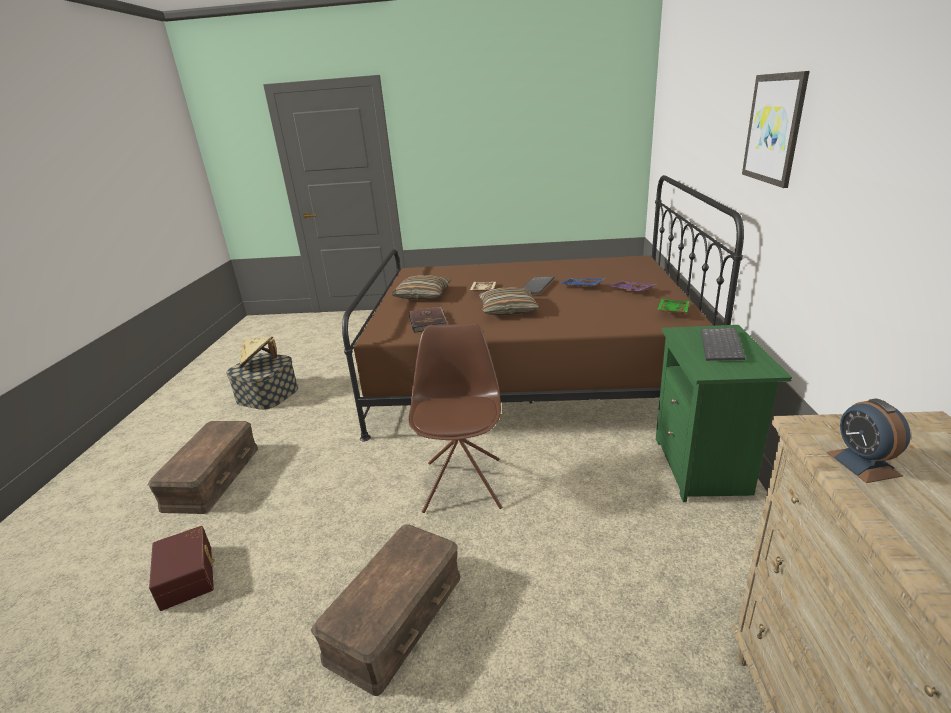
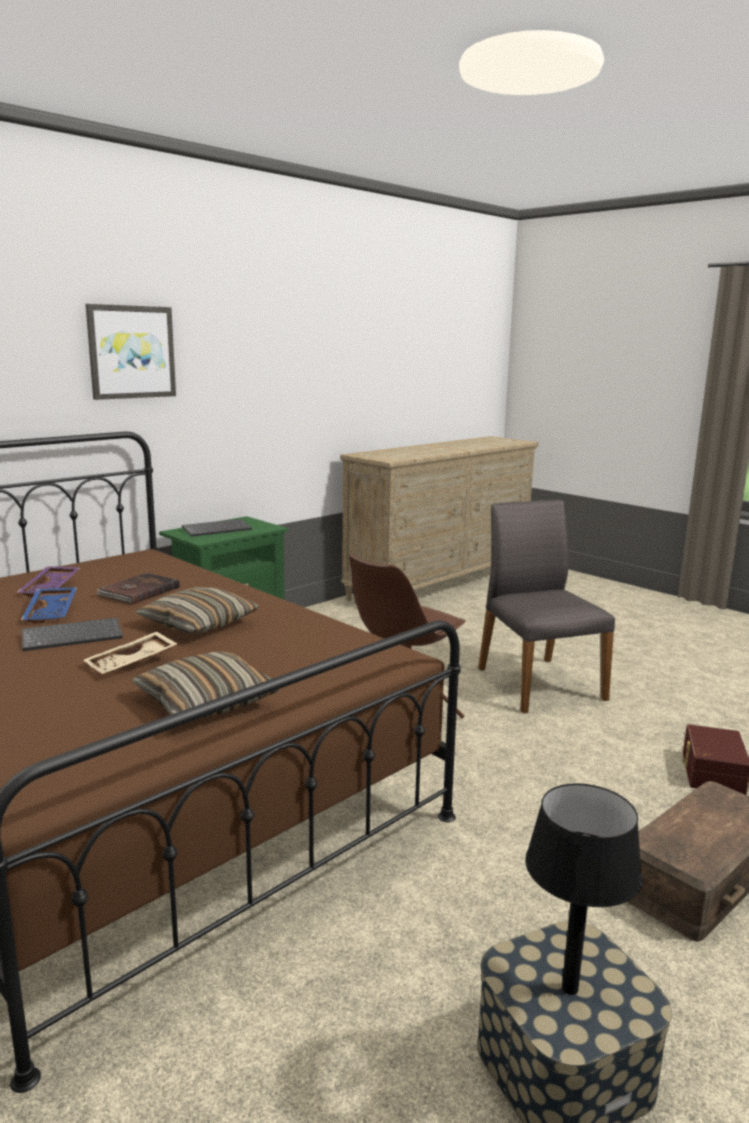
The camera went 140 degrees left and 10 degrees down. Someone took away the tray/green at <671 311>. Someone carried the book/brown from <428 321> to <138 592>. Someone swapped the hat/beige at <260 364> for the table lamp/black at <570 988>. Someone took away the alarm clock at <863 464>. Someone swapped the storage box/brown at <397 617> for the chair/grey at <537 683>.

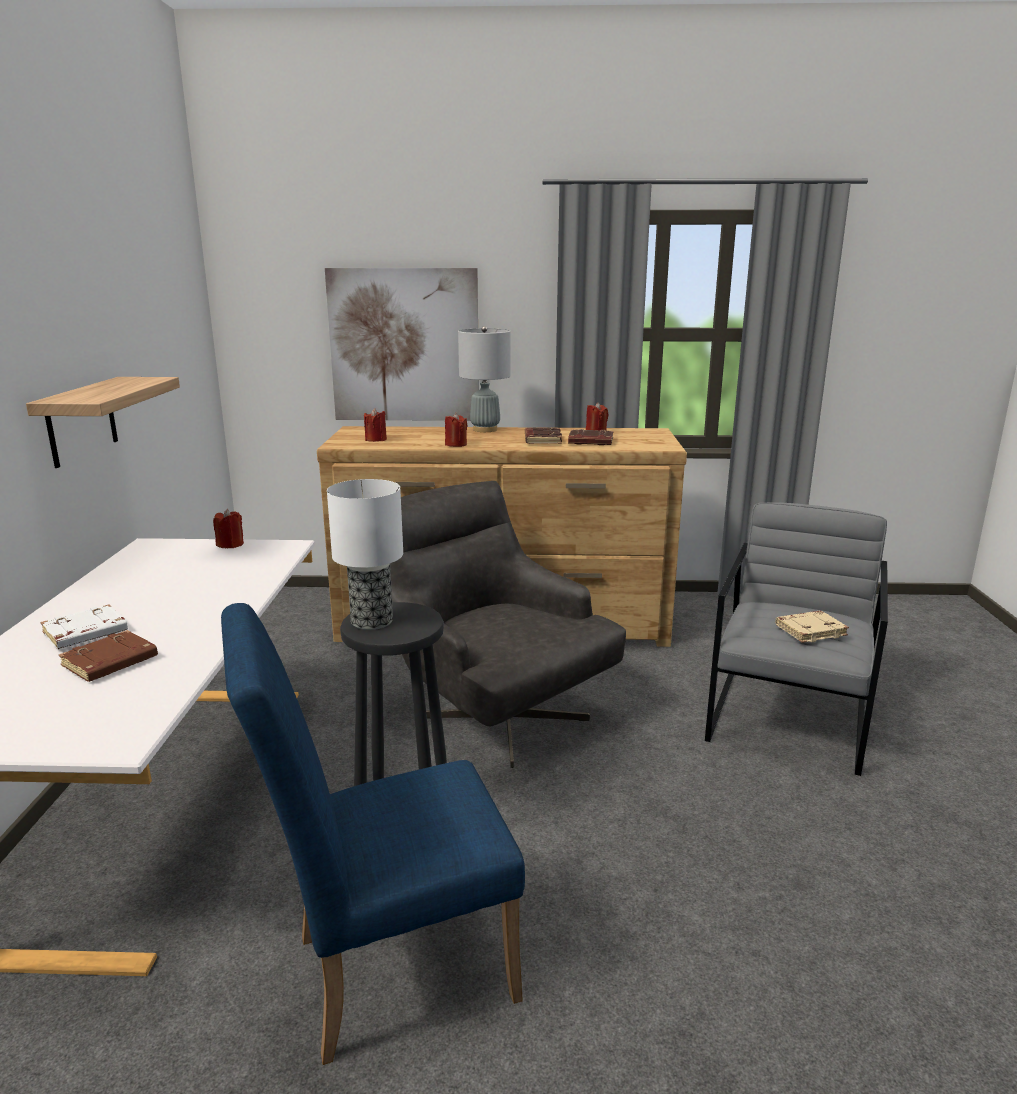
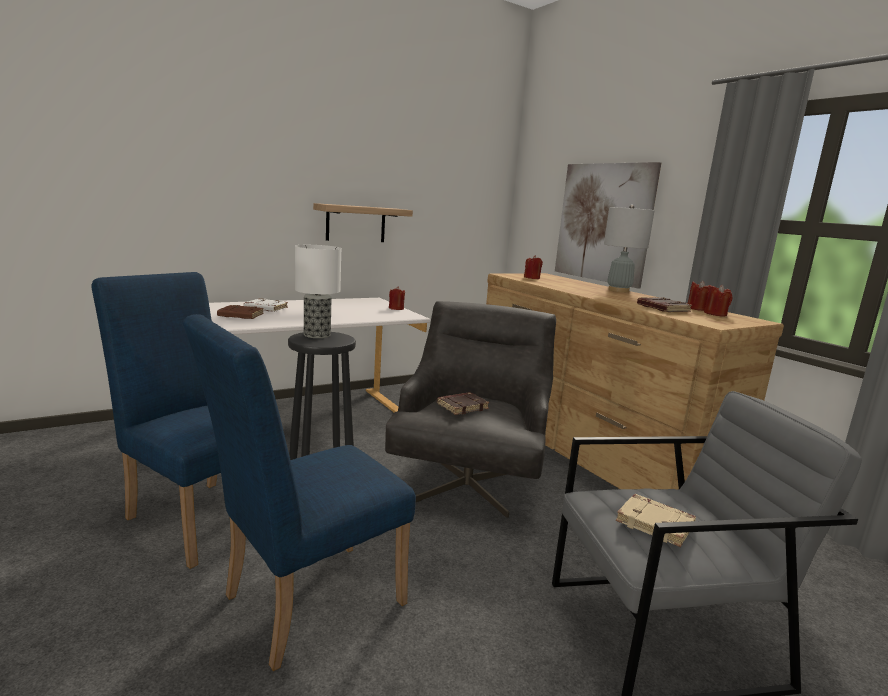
The camera went 55 degrees right and 5 degrees down. Someone carried the candle/red from <456 444> to <715 314>. Someone carried the book/brown from <542 440> to <462 406>. Someone put down the chair/blue at <302 604>.

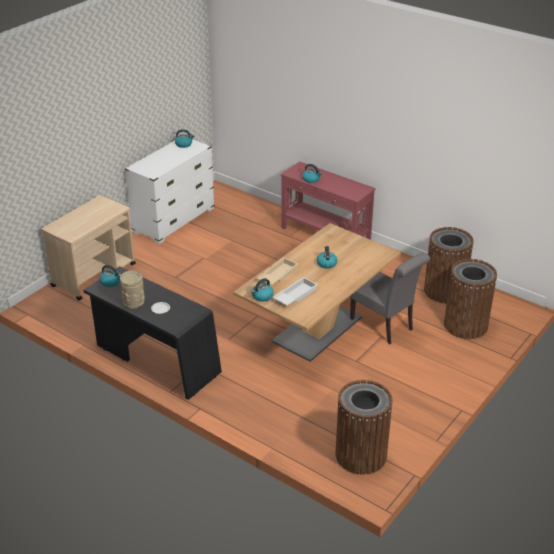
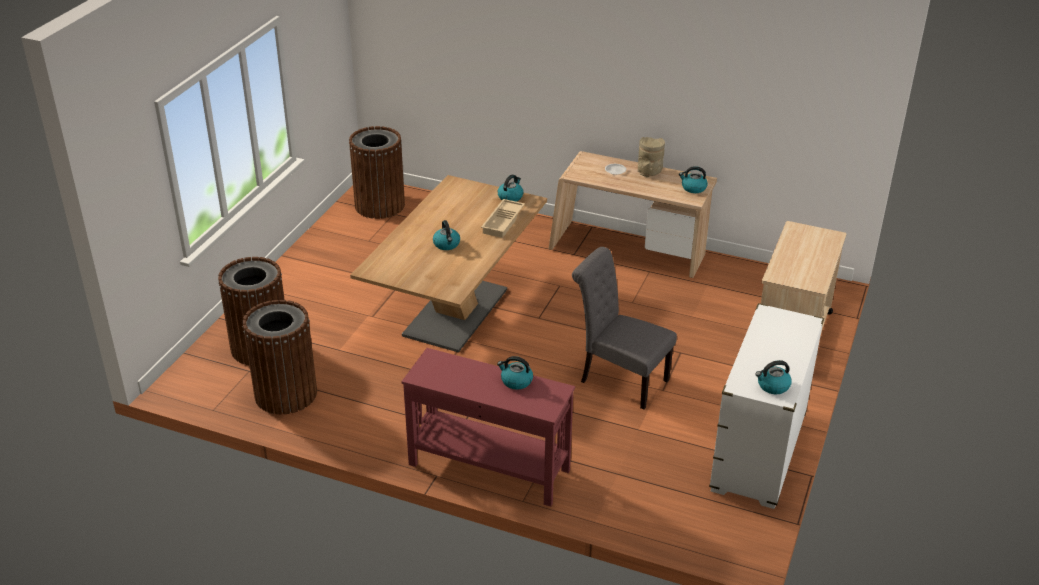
The camera went 165 degrees right and 0 degrees up. Someone carried the chair/grey from <384 326> to <619 379>. Someone repainted the desk/black at <155 360>, which became the desk/beige at <628 251>. Someone took away the tray/white at <295 295>.

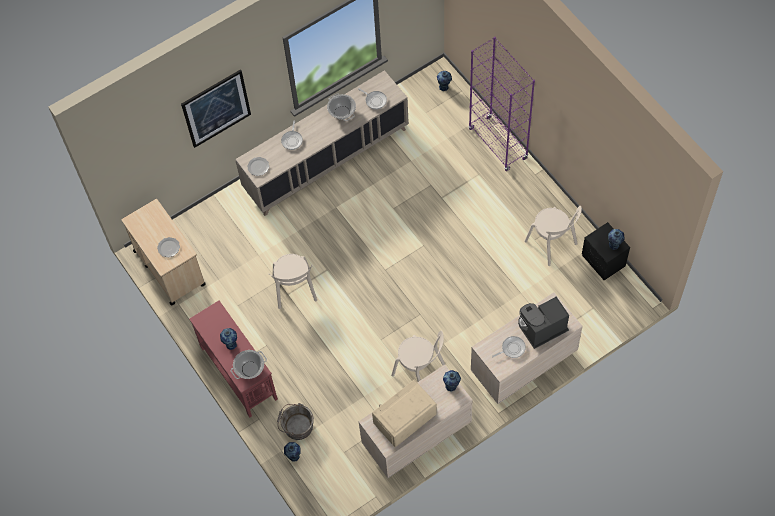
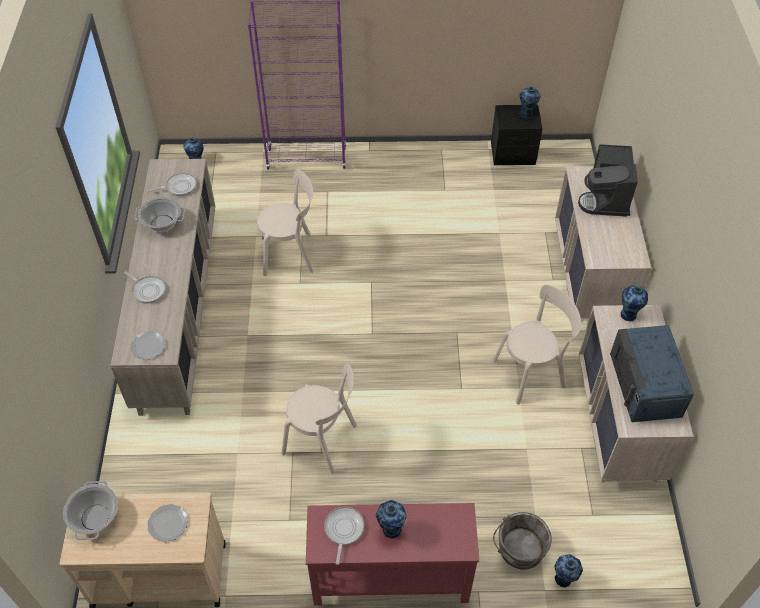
The camera went 60 degrees left and 10 degrees down. Someone took away the picture at <216 108>. Someone carried the chair/beige from <552 244> to <290 254>. Someone carried the frying pan from <512 348> to <343 530>. Someone carried the cooking pot from <250 369> to <96 518>. Someone repainted the microwave/beige at <404 418>, which became the microwave/blue at <646 385>.

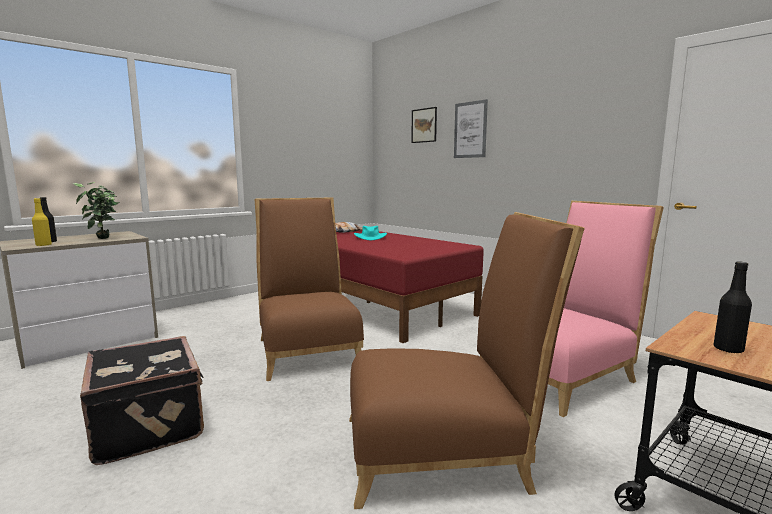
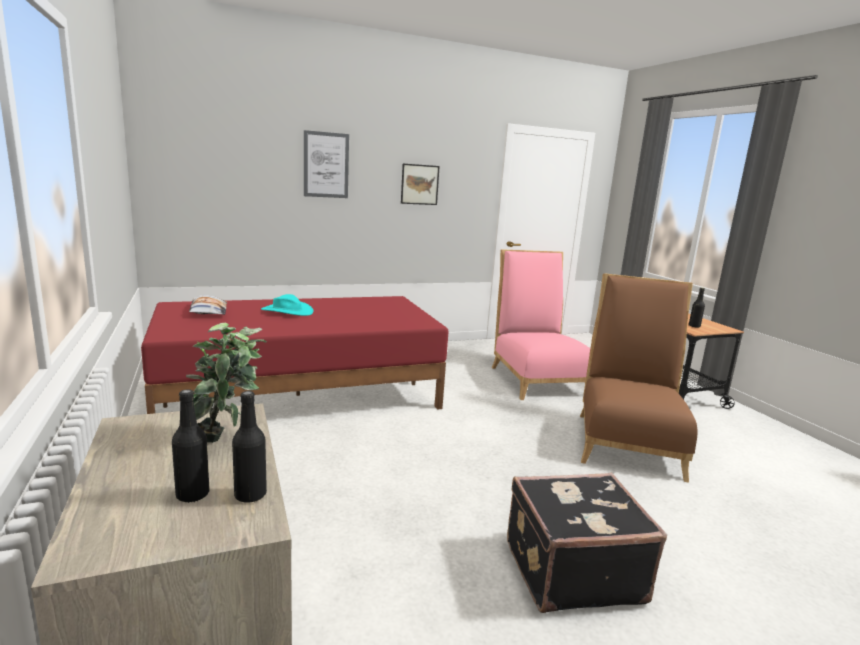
The camera went 70 degrees left and 5 degrees up. Someone carried the picture from <424 125> to <419 184>. Someone took away the chair/brown at <307 349>. Someone repainted the bottle/yellow at <43 245>, which became the bottle/black at <250 495>.

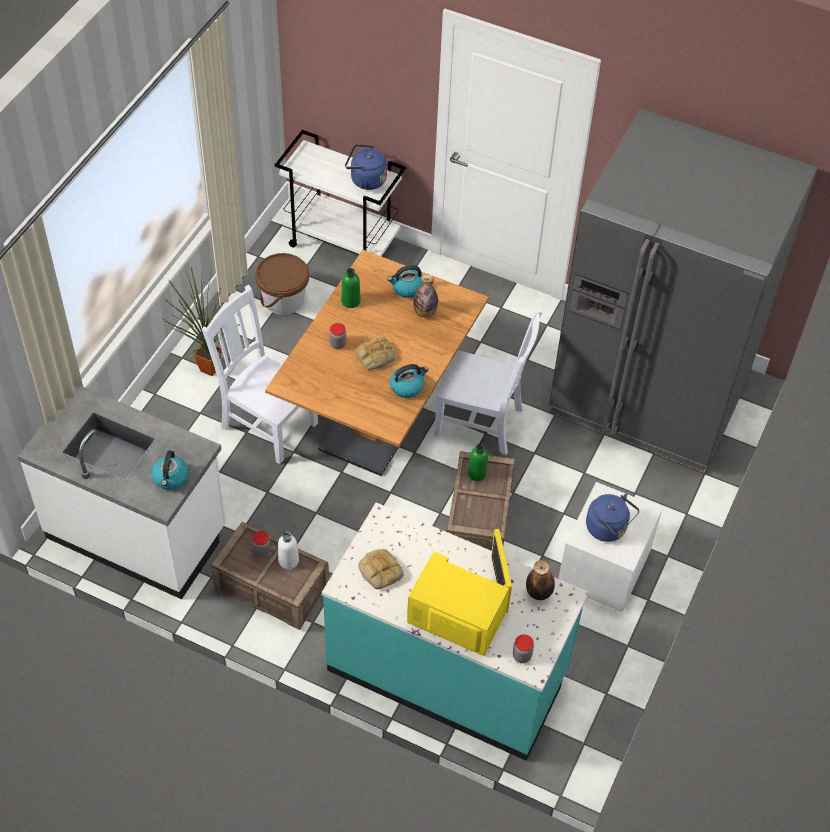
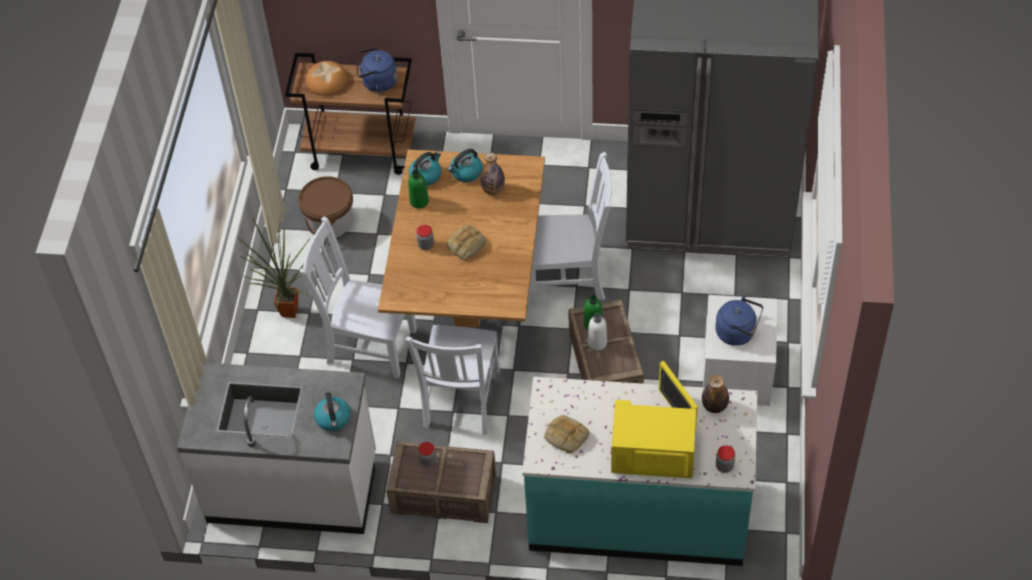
The camera went 15 degrees left and 0 degrees up. Someone repainted the cart/white at <342 243>, which became the cart/brown at <362 150>. Someone carried the kettle from <407 386> to <426 175>. Someone carried the bottle/white from <288 561> to <597 342>. Someone put down the bread at <327 81>. Someone put down the chair/white at <461 401>.

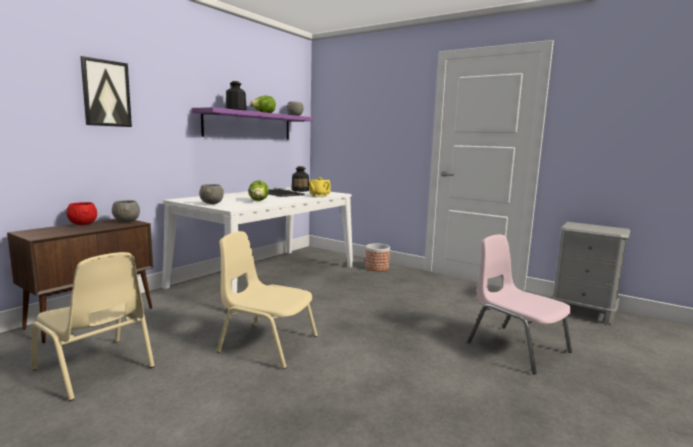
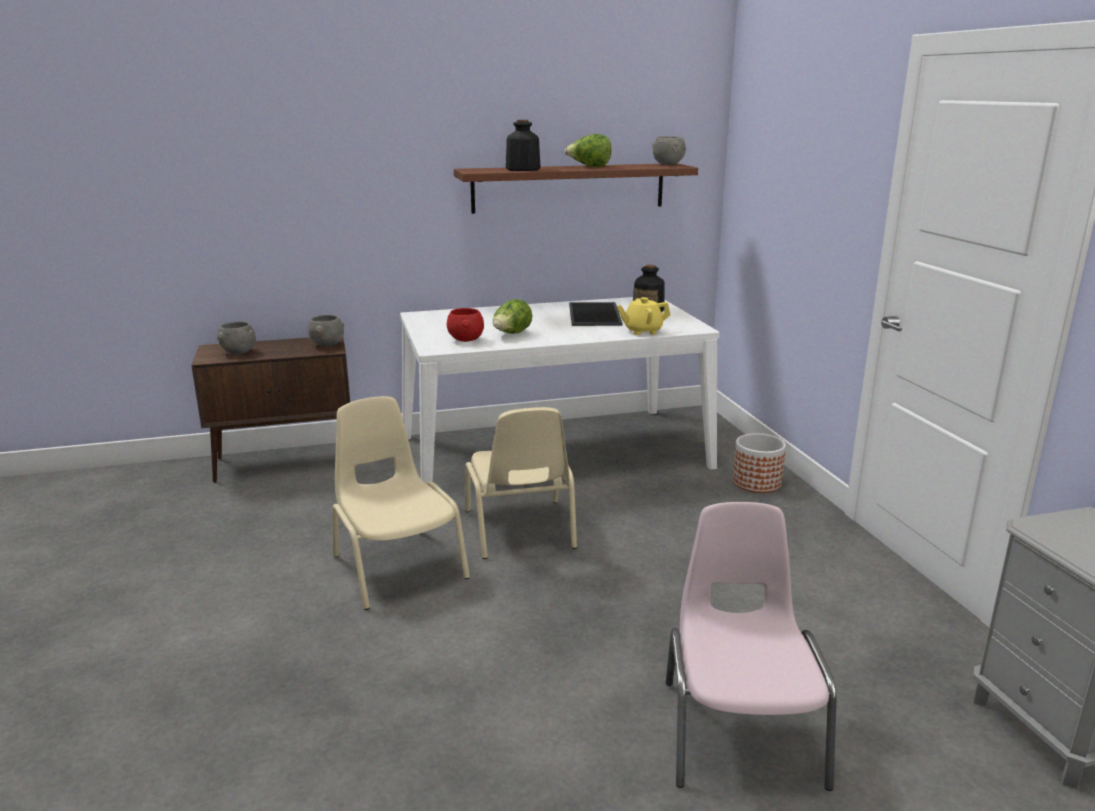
The camera went 40 degrees right and 10 degrees up. Someone took away the picture at <106 93>. Someone repainted the shelf/purple at <249 125>, which became the shelf/brown at <569 188>. Someone carried the bowl/grey from <211 204> to <238 353>. Someone carried the bowl/red from <83 224> to <465 340>. Someone carried the chair/beige from <96 368> to <520 530>.

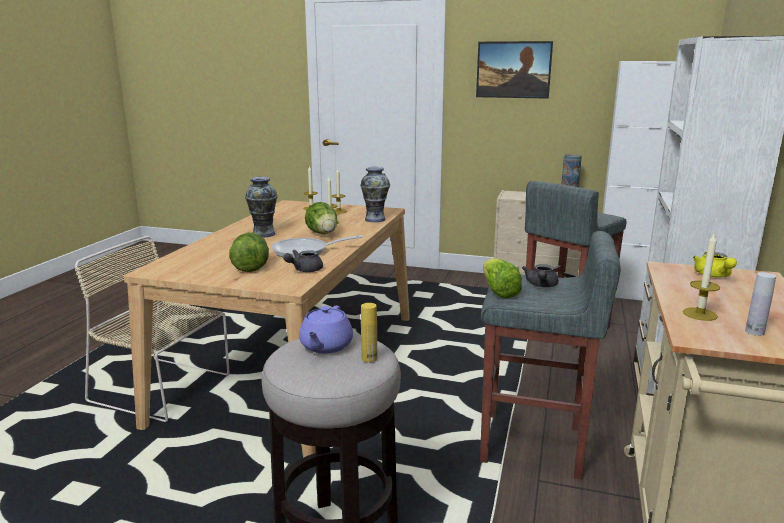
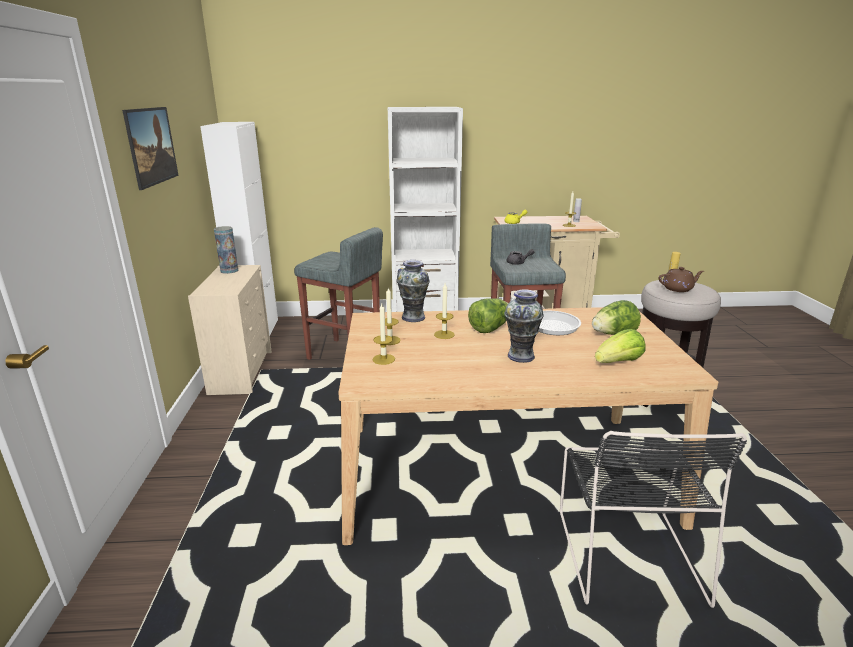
The camera went 110 degrees left and 5 degrees up. Someone repainted the chair/beige at <164 389>, which became the chair/black at <626 551>. Someone took away the teapot/grey at <304 270>. Someone carried the lettuce from <498 291> to <618 362>. Someone repainted the teapot/purple at <326 346>, which became the teapot/brown at <678 289>.

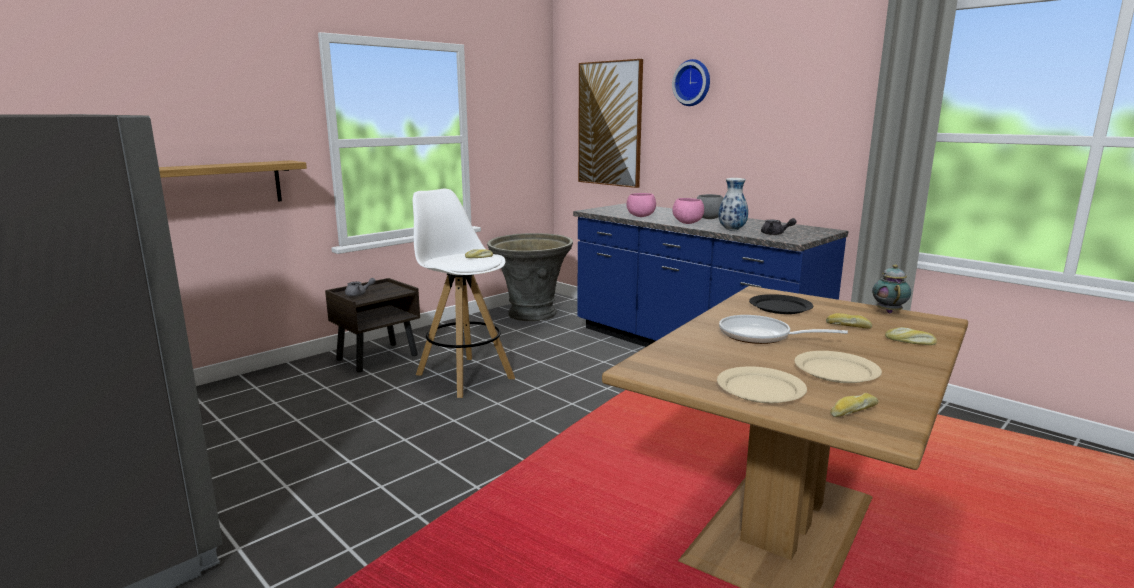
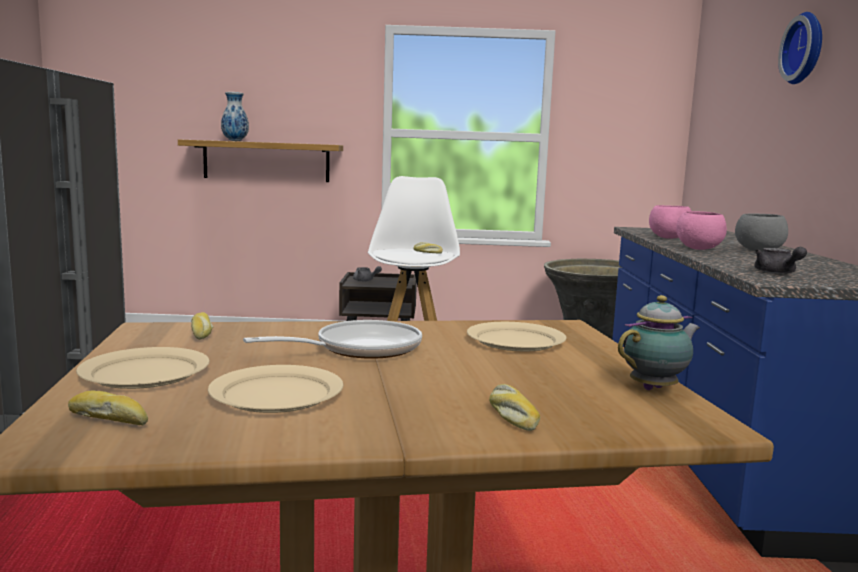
The camera went 45 degrees right and 5 degrees down. Someone took away the picture at <610 124>. Someone carried the vase from <732 230> to <234 141>. Someone repainted the plate/black at <780 307>, which became the plate/beige at <516 340>. Someone carried the bread from <848 326> to <202 333>. Someone rotated the frying pan at <761 336> by 75 degrees clockwise.

